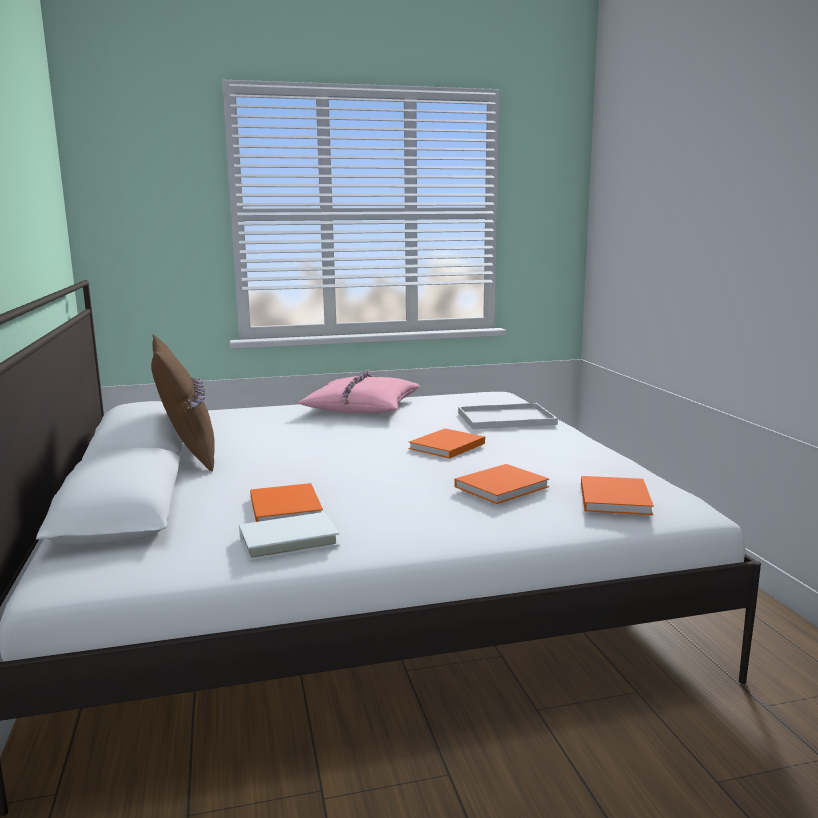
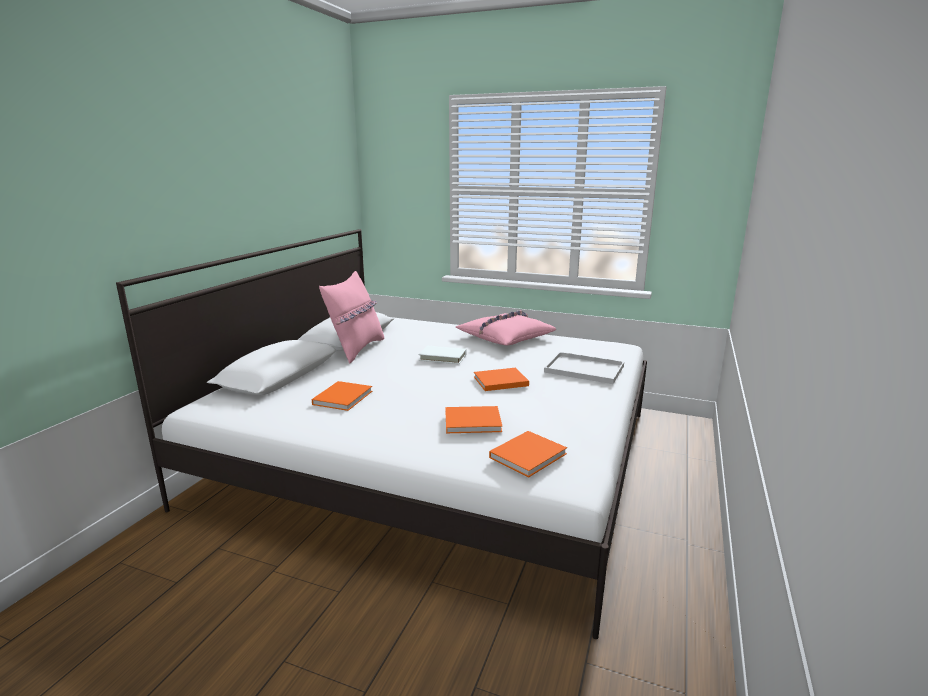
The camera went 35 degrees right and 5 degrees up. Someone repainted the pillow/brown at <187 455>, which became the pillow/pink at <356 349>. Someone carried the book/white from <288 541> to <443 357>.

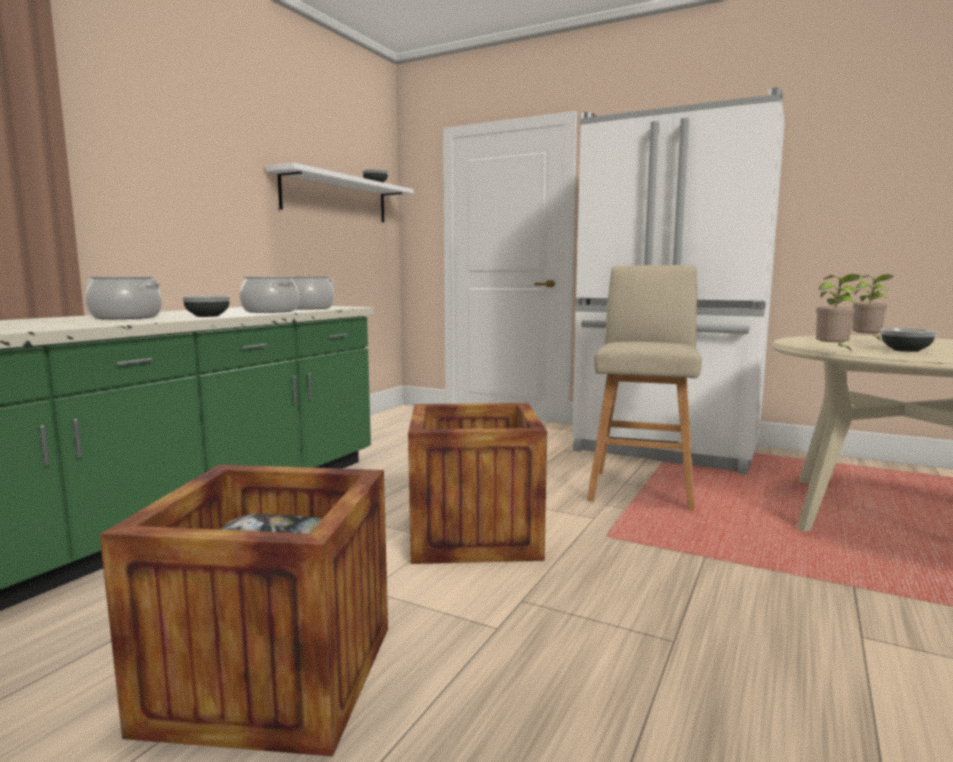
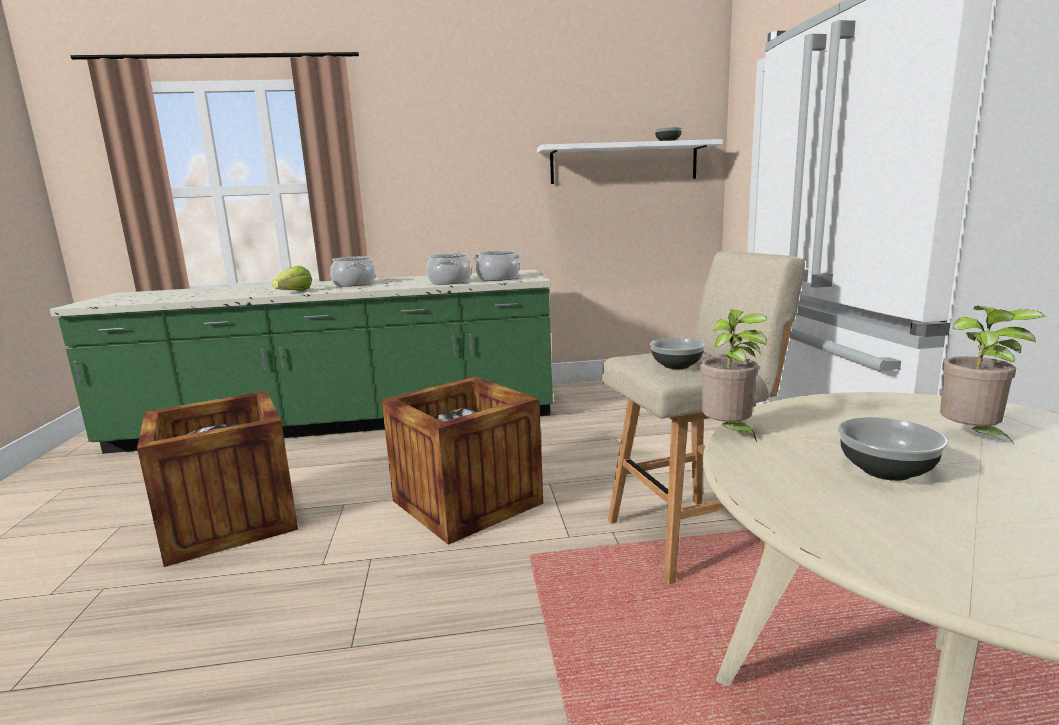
The camera went 55 degrees right and 5 degrees up. Someone carried the bowl from <207 316> to <676 366>. Someone put down the lettuce at <295 292>.

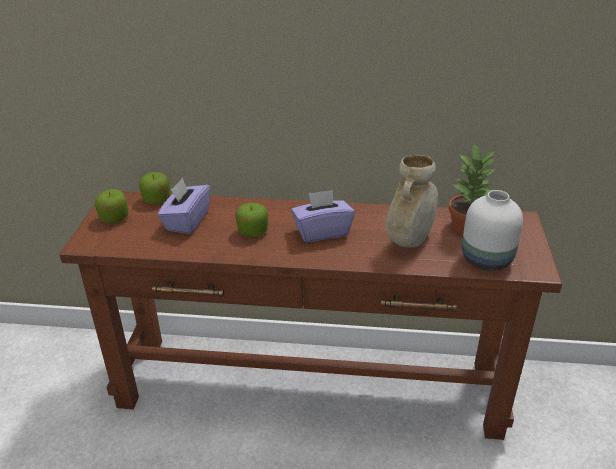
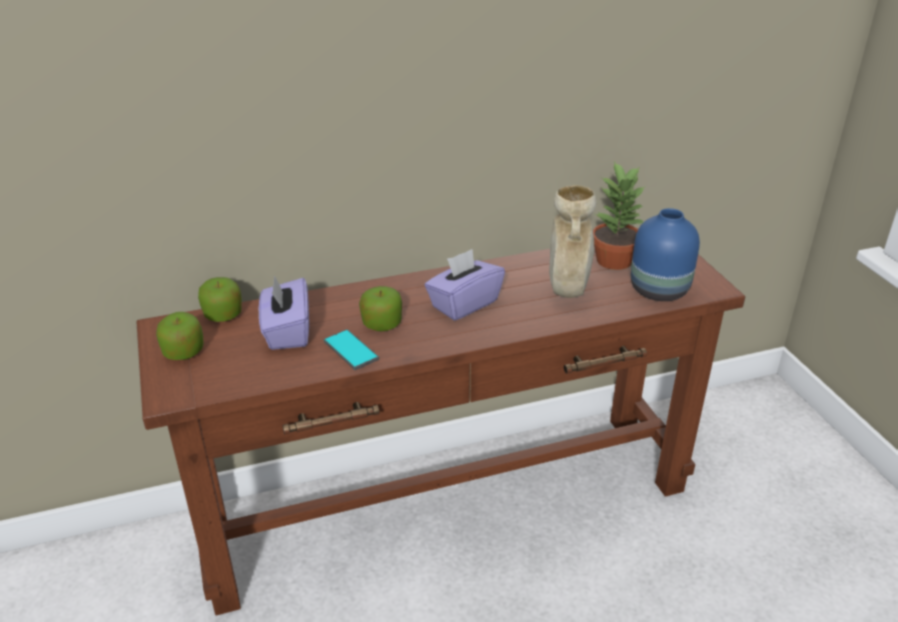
The camera went 25 degrees left and 0 degrees up. Someone repainted the vase/white at <486 260>, which became the vase/blue at <659 291>. Someone put down the phone at <351 350>.

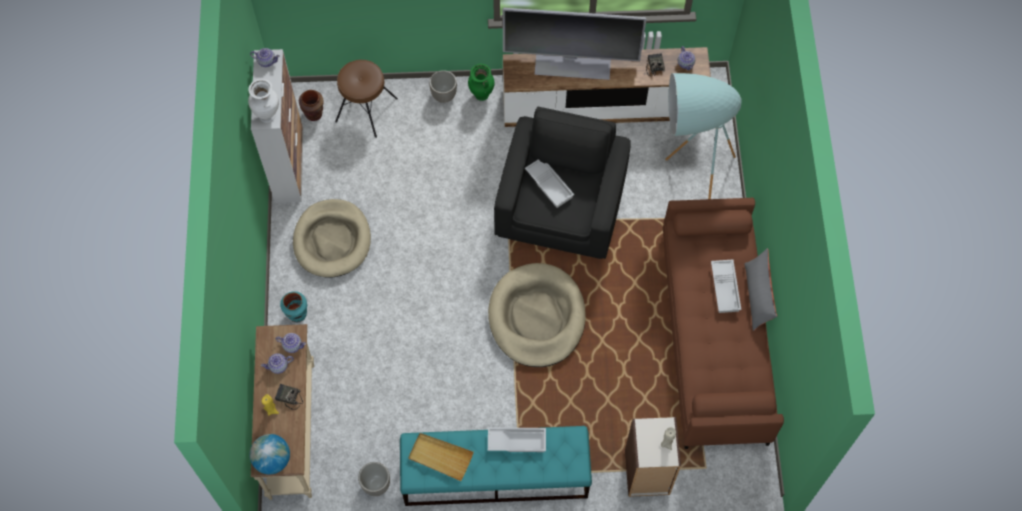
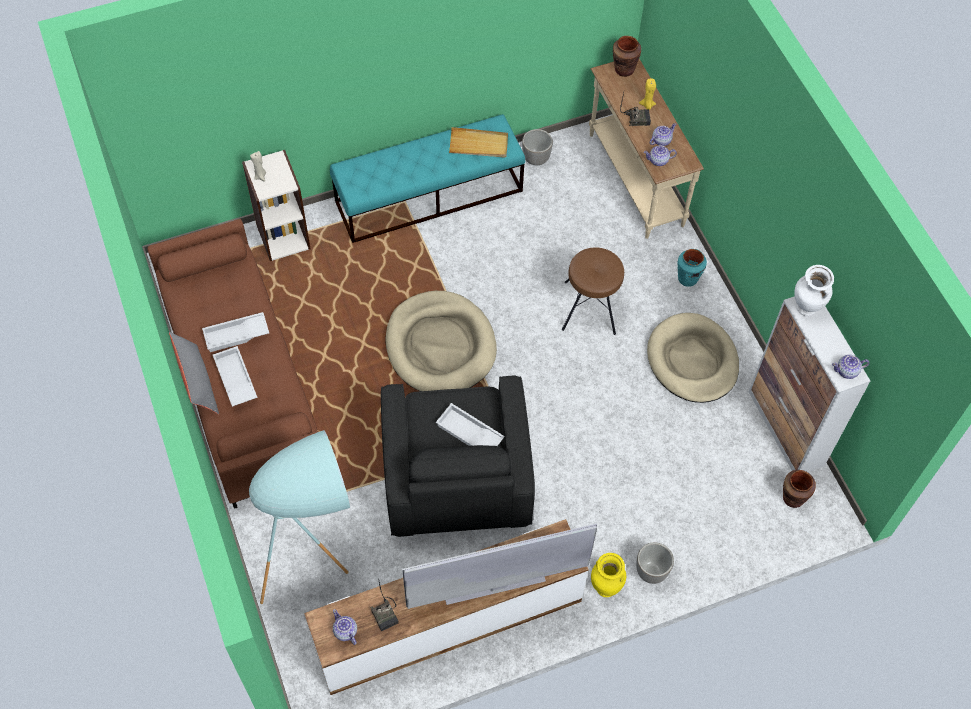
The camera went 160 degrees right and 5 degrees down. Someone carried the stool/brown from <365 109> to <590 307>. Someone repainted the vase/green at <481 95>, which became the vase/yellow at <605 587>. Someone carried the tray/white from <517 440> to <236 336>. Someone swapped the globe at <272 460> for the vase/brown at <624 69>.

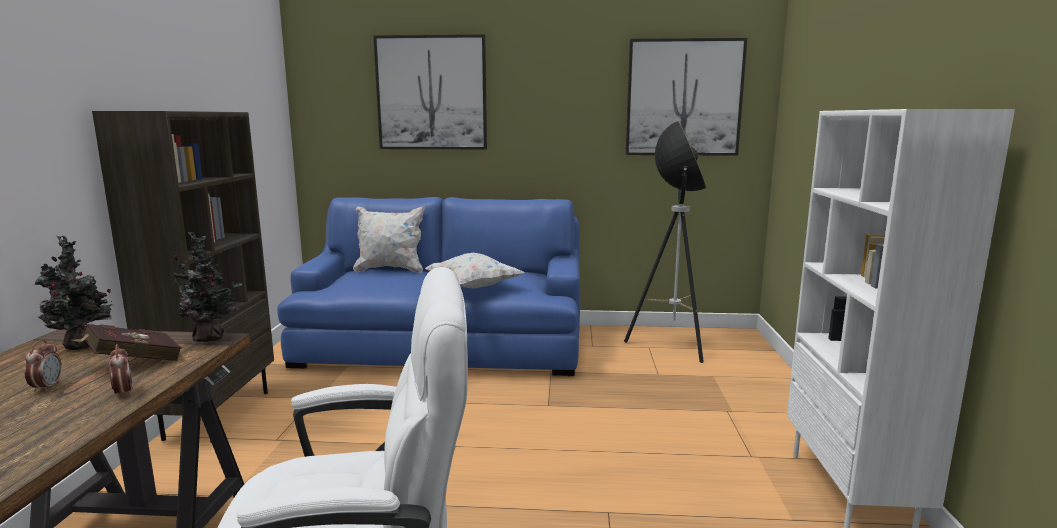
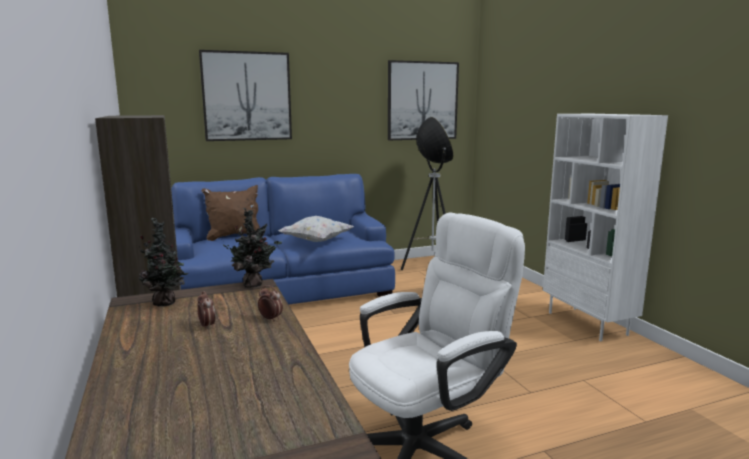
The camera went 25 degrees left and 0 degrees up. Someone repainted the pillow/white at <390 270>, which became the pillow/brown at <234 237>. Someone took away the book/red at <131 363>.

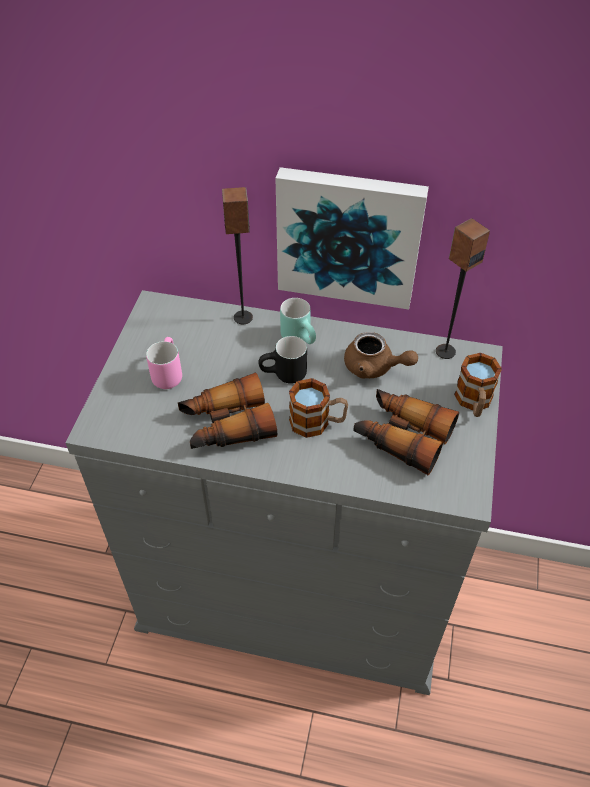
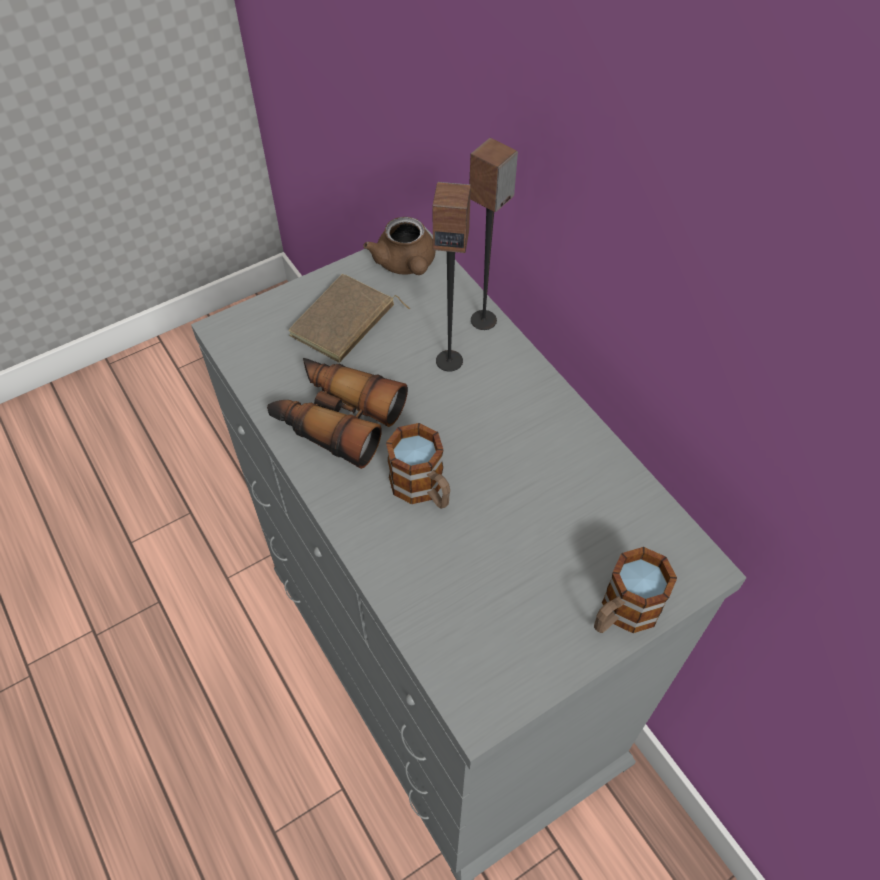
The camera went 45 degrees right and 5 degrees up. Someone took away the picture at <349 236>. Someone carried the speaker from <445 351> to <449 360>. Someone took away the mug/turquoise at <301 338>. Someone carried the teapot/brown from <374 367> to <406 265>. Someone took away the mug/black at <284 376>. Someone swapped the mug/pink at <166 373> for the book/brown at <345 323>. Someone took away the binoculars at <402 436>.

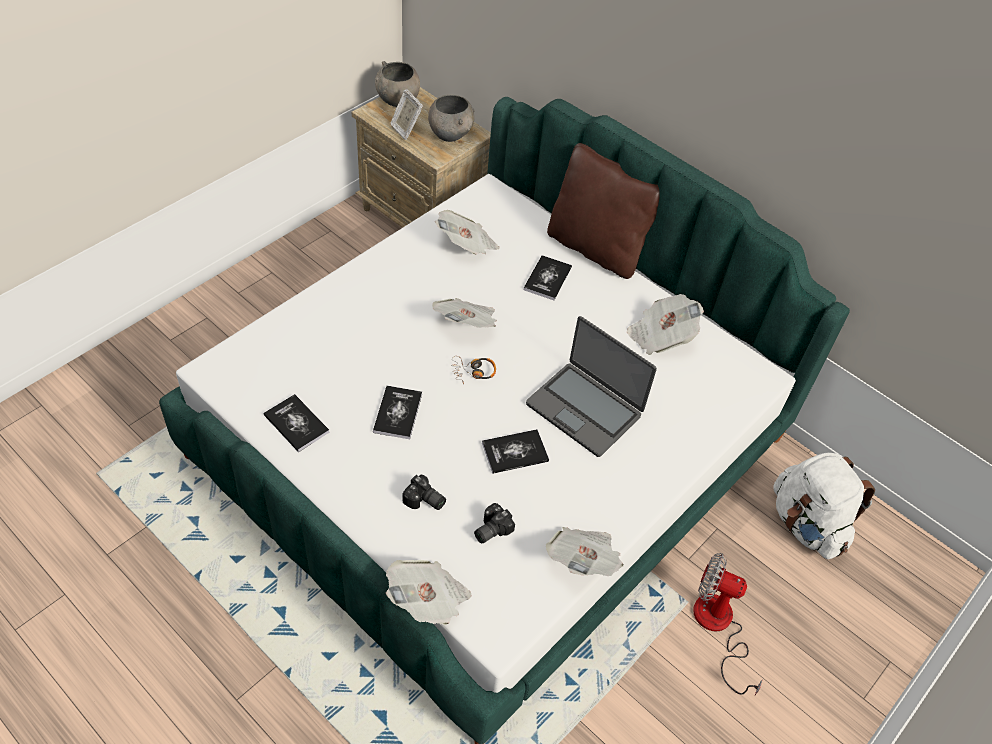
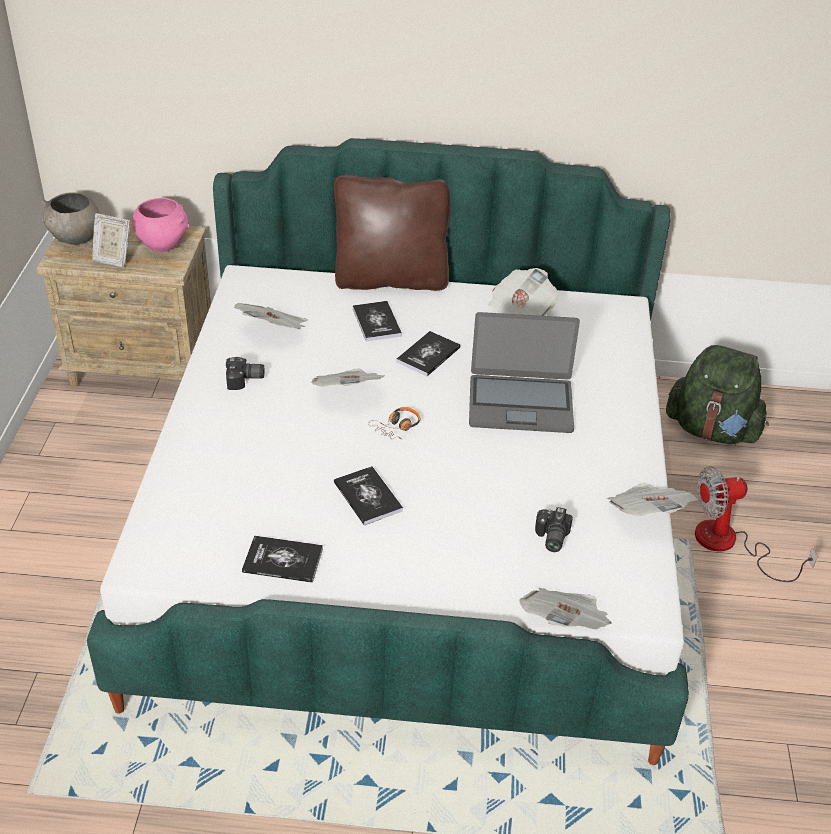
The camera went 35 degrees left and 10 degrees down. Someone repainted the bowl/grey at <450 134>, which became the bowl/pink at <163 244>. Someone carried the book from <515 452> to <428 355>. Someone repainted the backpack/white at <807 524>, which became the backpack/green at <712 430>. Someone carried the photo camera from <424 501> to <245 380>.

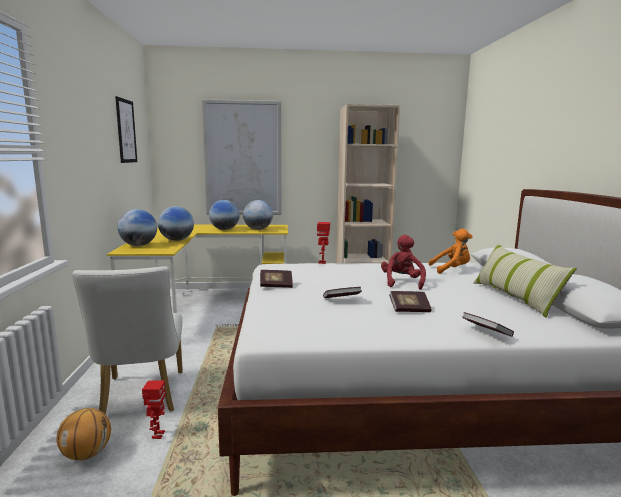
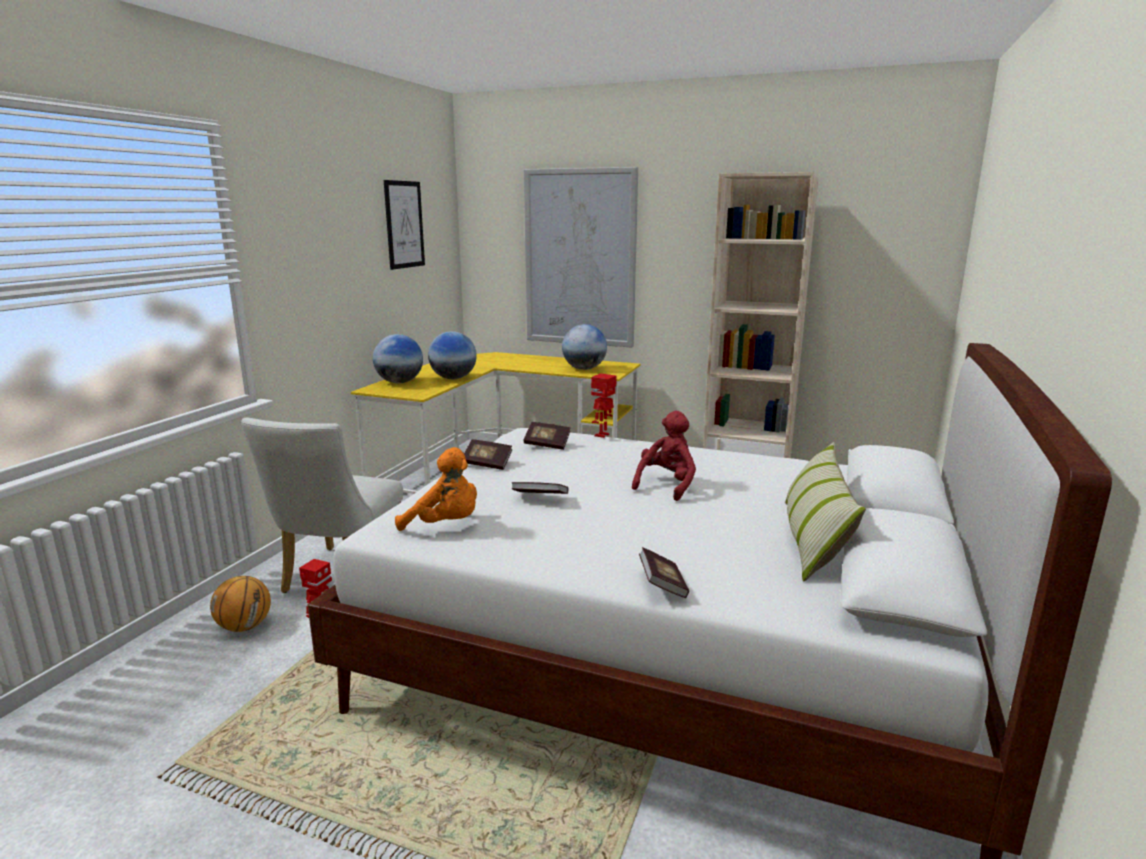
The camera went 25 degrees right and 5 degrees up. Someone took away the globe at <224 229>. Someone carried the plush toy/orange from <451 270> to <445 525>. Someone carried the book from <409 309> to <547 444>.

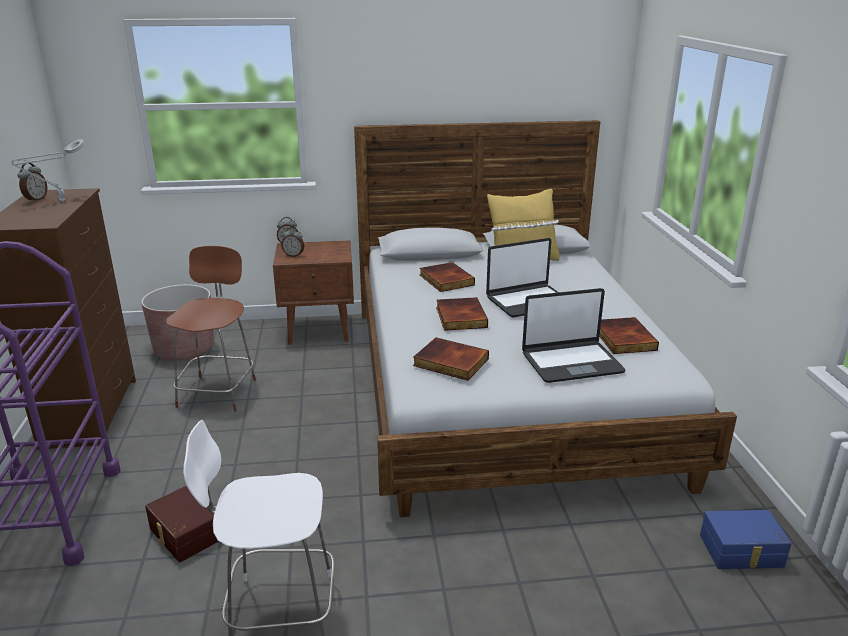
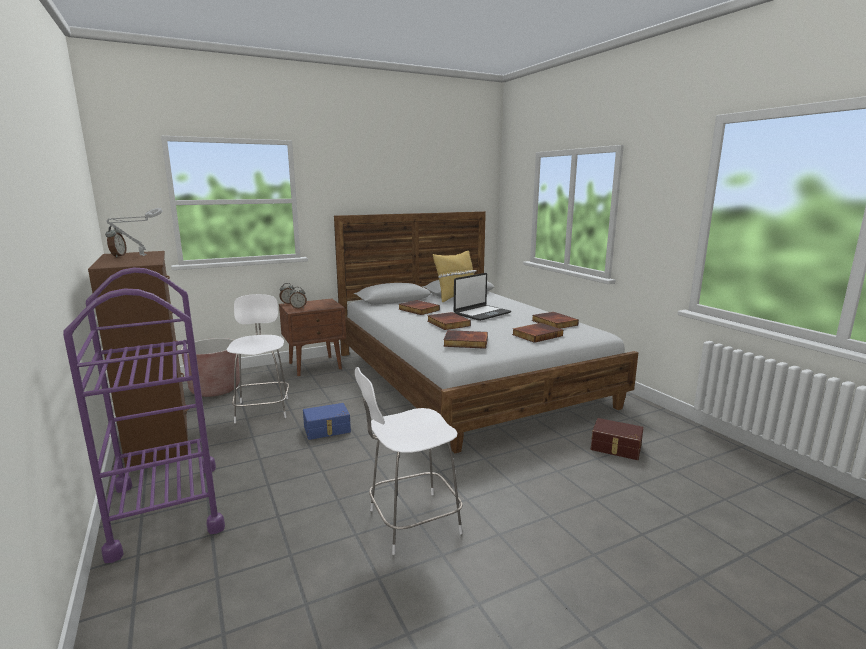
The camera went 20 degrees left and 10 degrees down. Someone repainted the chair/brown at <218 391>, which became the chair/white at <263 409>. Someone swapped the laptop at <571 362> for the book at <536 335>. Someone carried the storage box/brown from <184 534> to <616 448>. Someone carried the storage box/blue from <742 552> to <327 430>.

